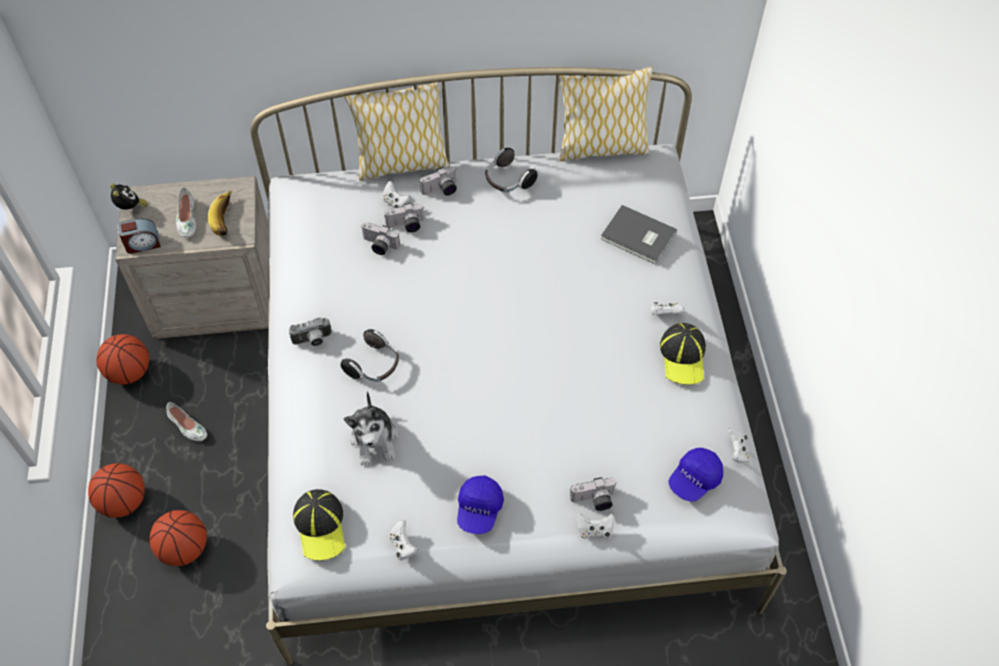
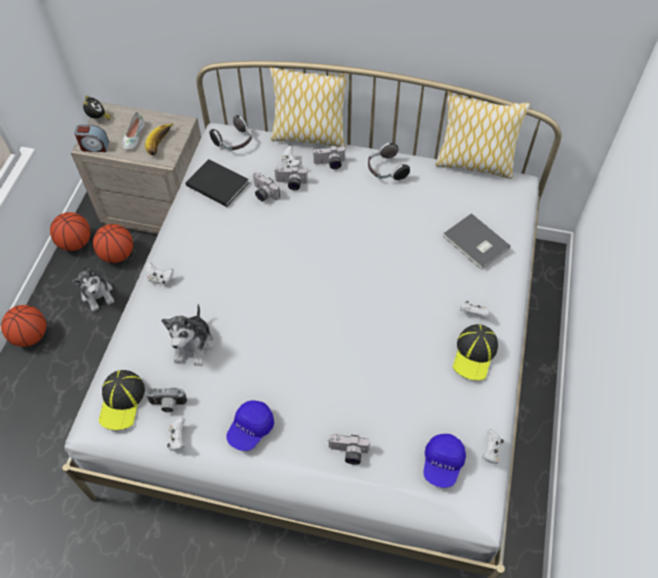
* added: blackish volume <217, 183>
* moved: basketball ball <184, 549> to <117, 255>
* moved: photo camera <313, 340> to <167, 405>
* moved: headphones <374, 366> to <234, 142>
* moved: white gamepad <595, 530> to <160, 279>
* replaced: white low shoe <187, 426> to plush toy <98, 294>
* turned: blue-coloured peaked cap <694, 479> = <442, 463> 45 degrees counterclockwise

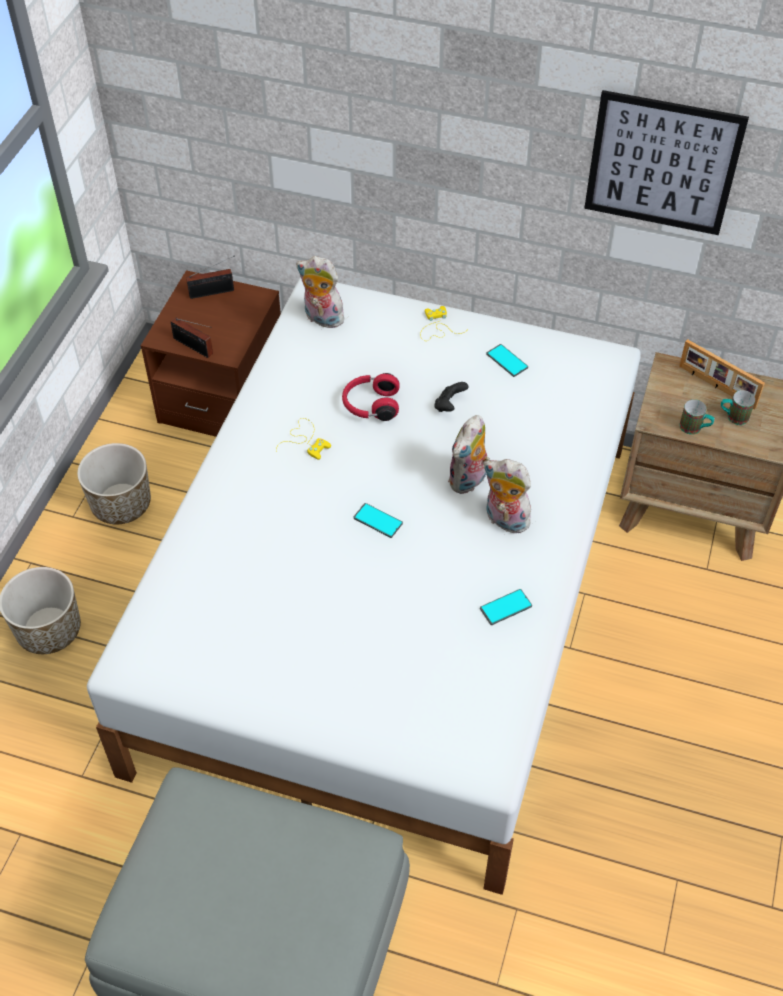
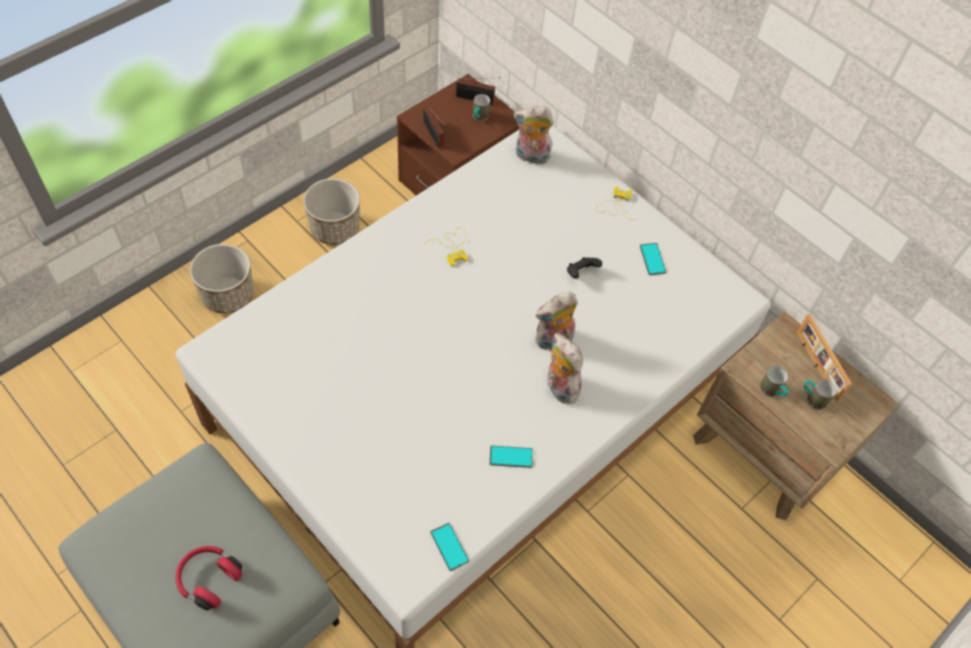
* removed: picture <662, 163>
* added: mug <479, 118>
* moved: red headphones <370, 405> to <208, 579>
* moved: telephone <378, 521> to <449, 547>
* turned: plush toy <321, 319> = <531, 157> 45 degrees counterclockwise

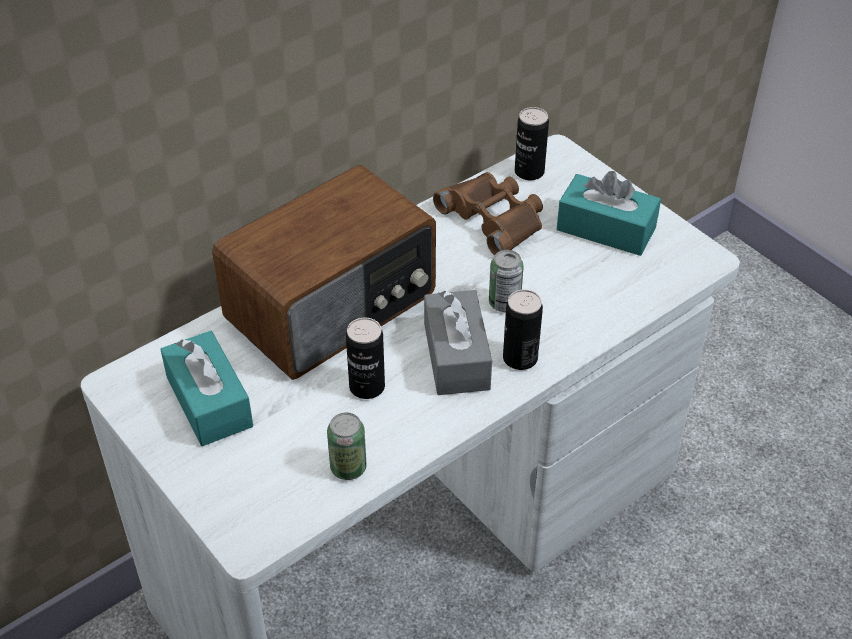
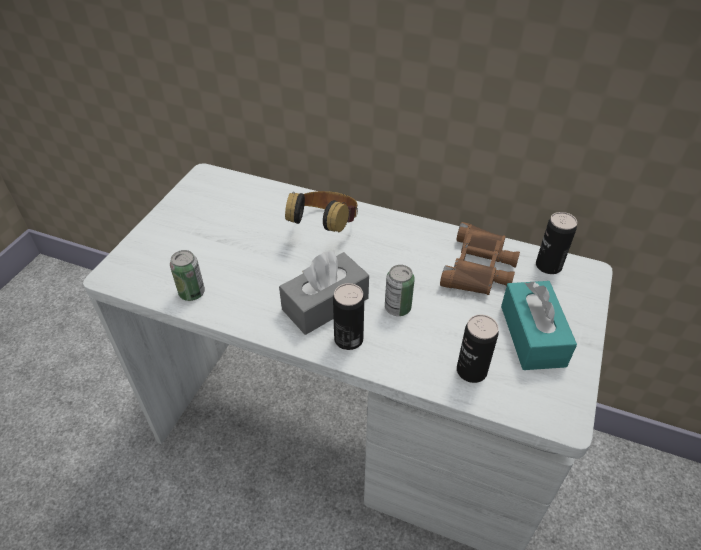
* removed: turquoise-coloured tissue holder <209, 402>
* moved: metal can <367, 387> to <471, 371>
* replaced: radio set <334, 308> to headphones <325, 228>

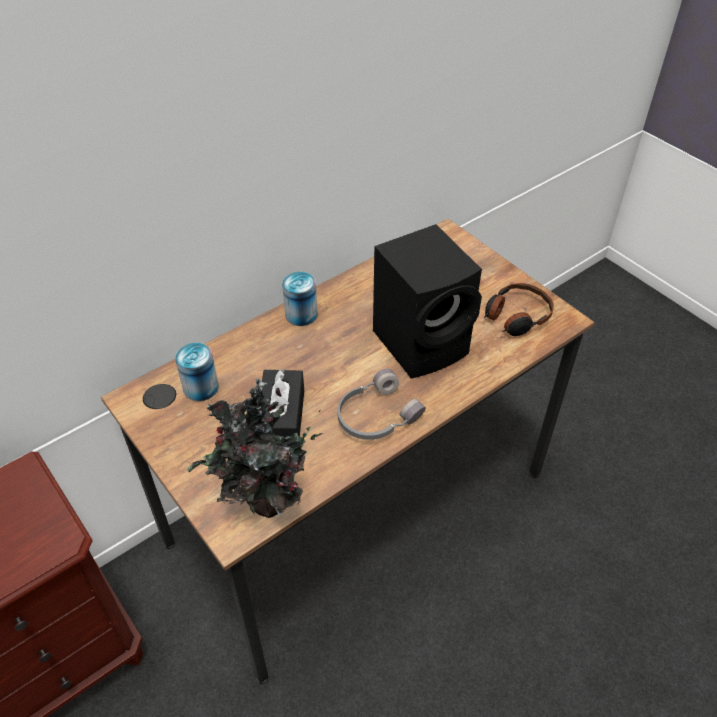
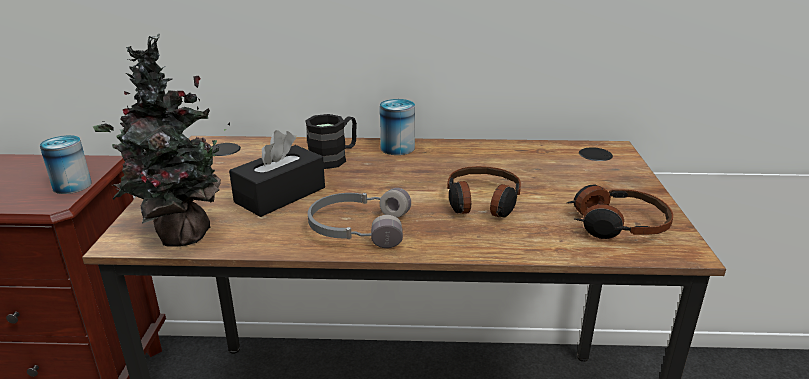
* added: blackish mug <334, 158>
* moved: metal can <200, 387> to <72, 185>
* replaced: blackish audio speaker <423, 342> to headphones <482, 203>

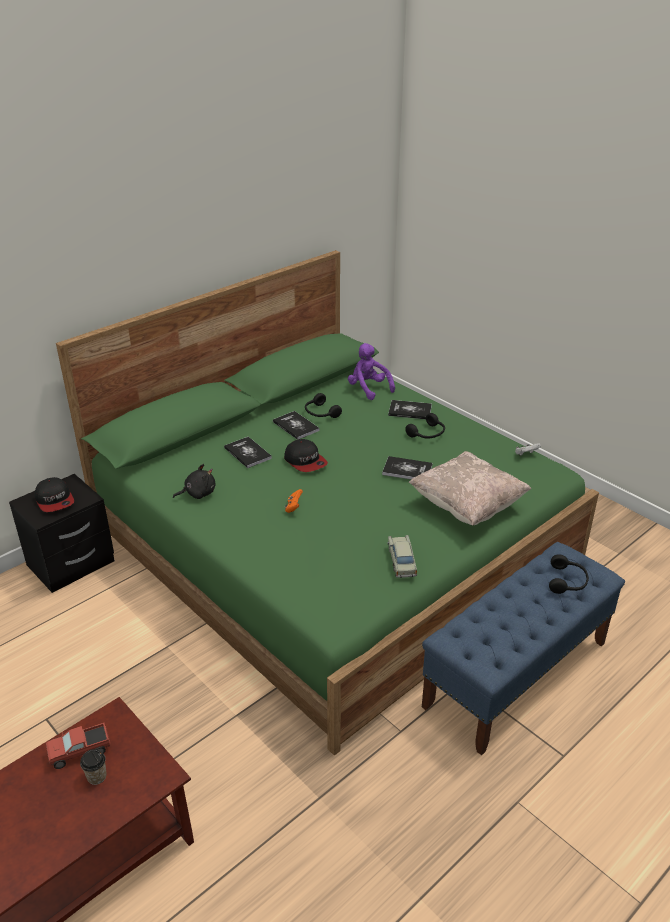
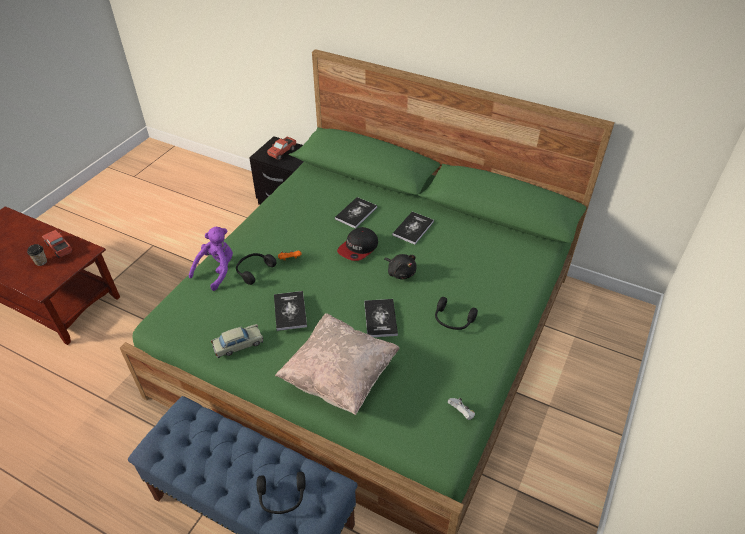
* moved: blackish plush toy <198, 493> to <400, 272>
* moved: blackish headphones <320, 413> to <254, 270>
* moved: purple plush toy <368, 389> to <217, 271>
* moved: volume <410, 411> to <290, 311>
* replaced: peaked cap <55, 500> to toy truck <282, 152>

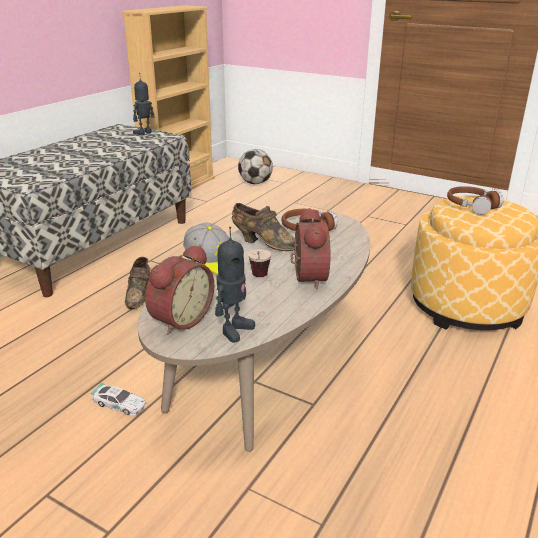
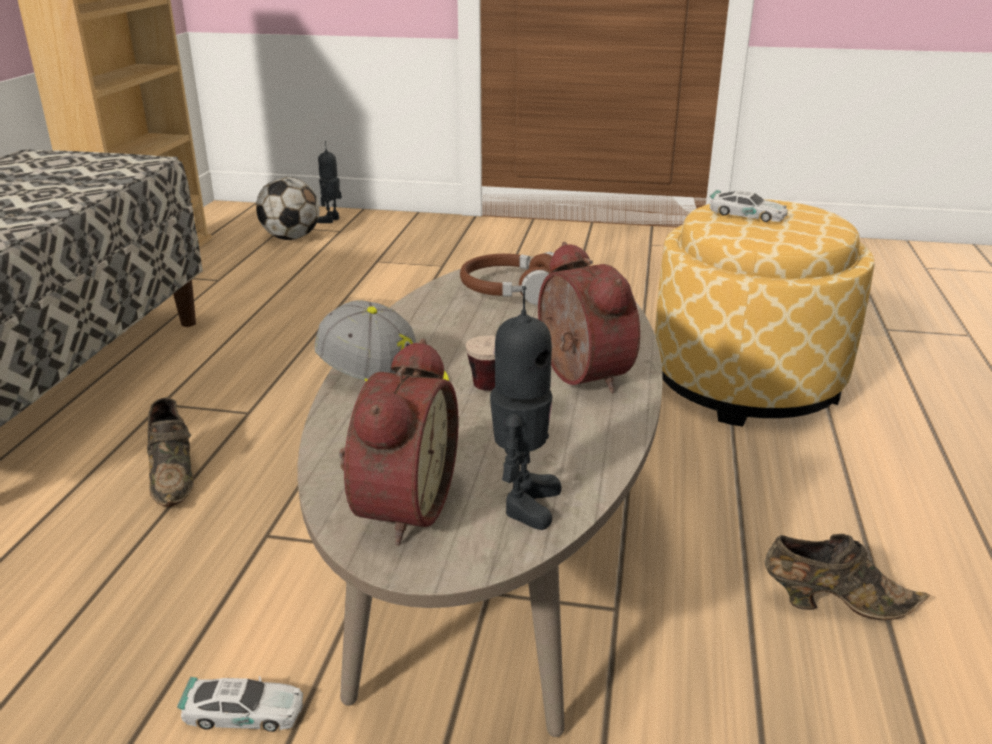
* moved: model robot <144, 133> to <331, 220>
* moved: brown low shoe <264, 243> to <833, 603>
* replaced: brown headphones <471, 206> to toy car <747, 215>

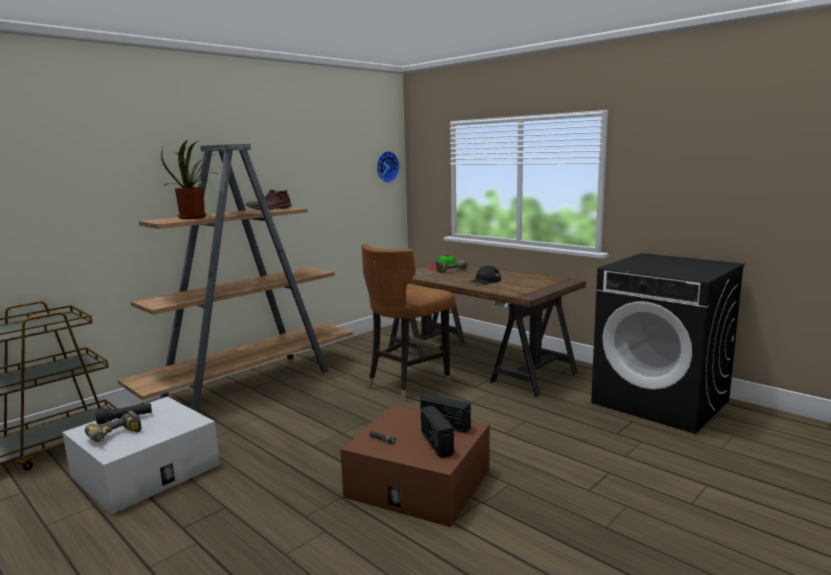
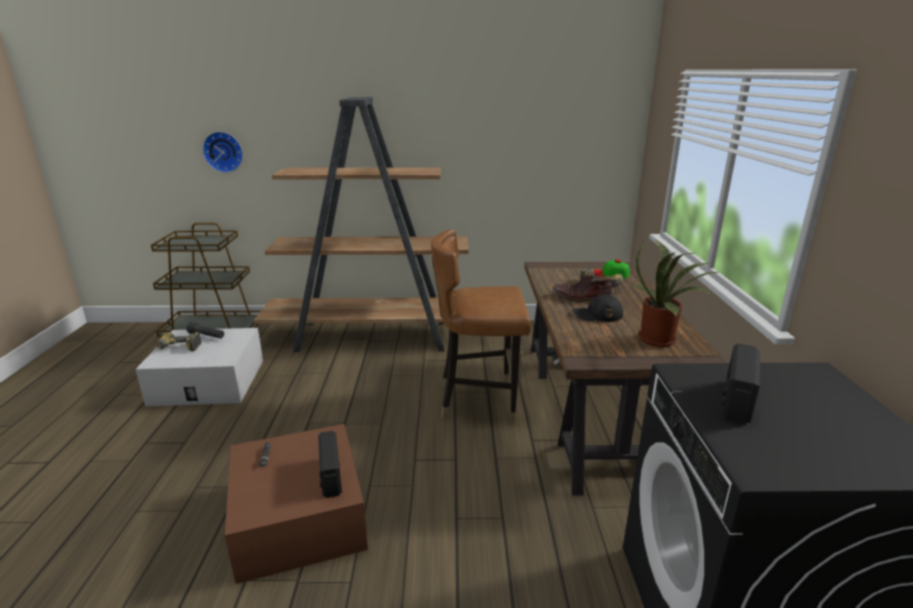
* moved: houseplant <195, 217> to <661, 340>
* moved: brown high-top boot <269, 209> to <581, 298>
* moved: hanging clock <386, 167> to <224, 151>
* moved: radio set <436, 444> to <736, 400>

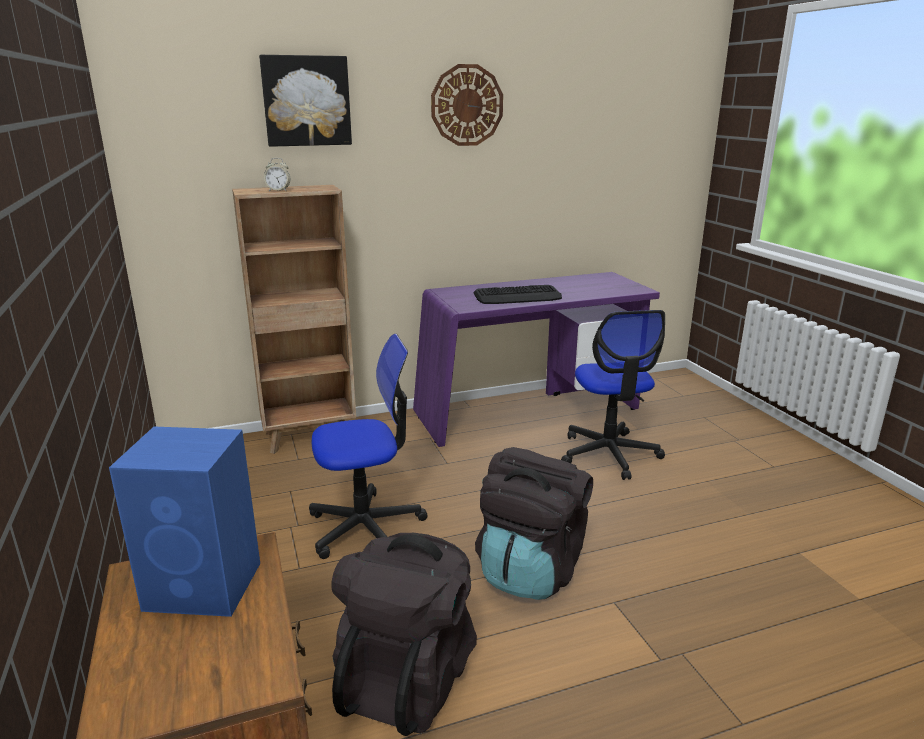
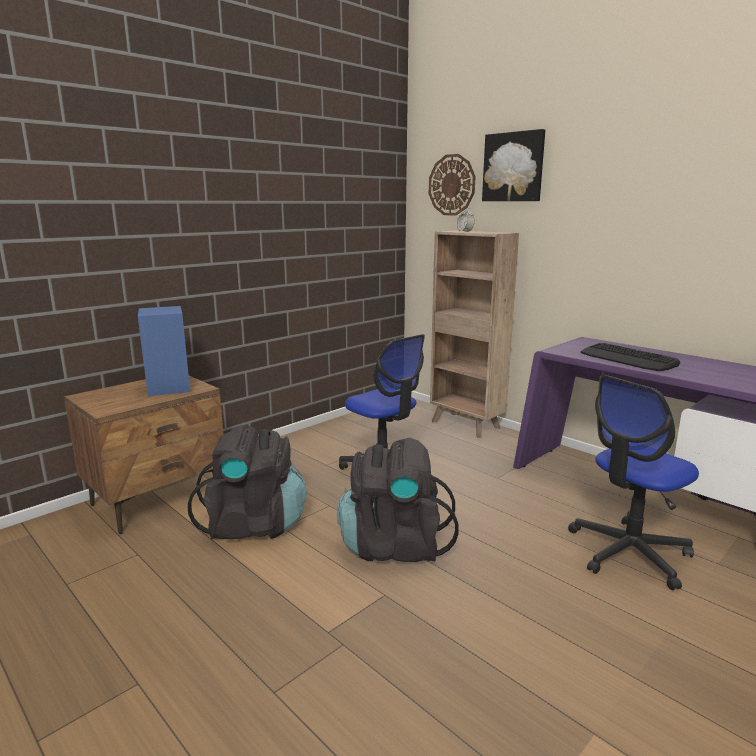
* moved: hanging clock <467, 105> to <452, 185>

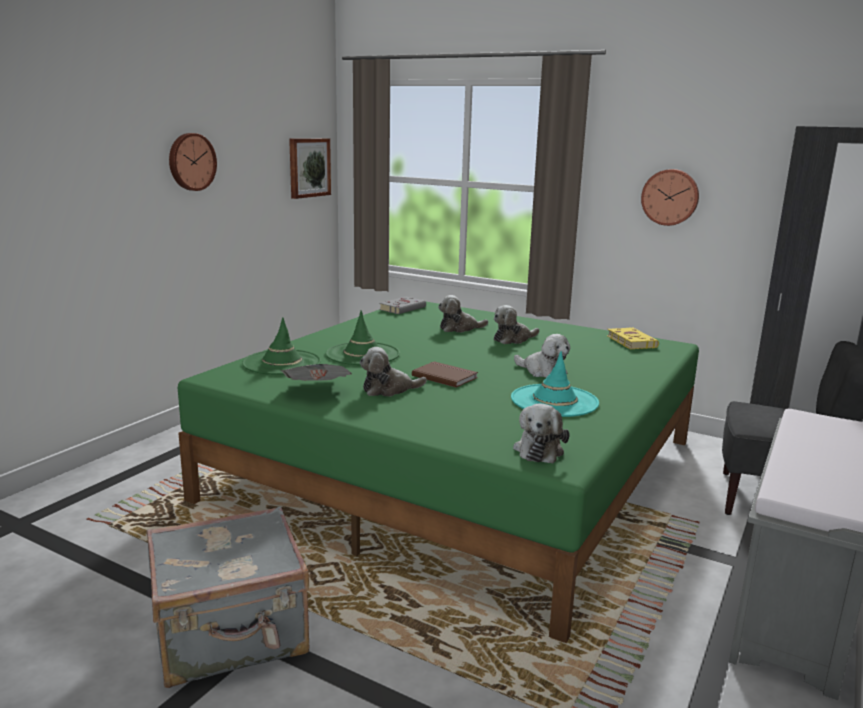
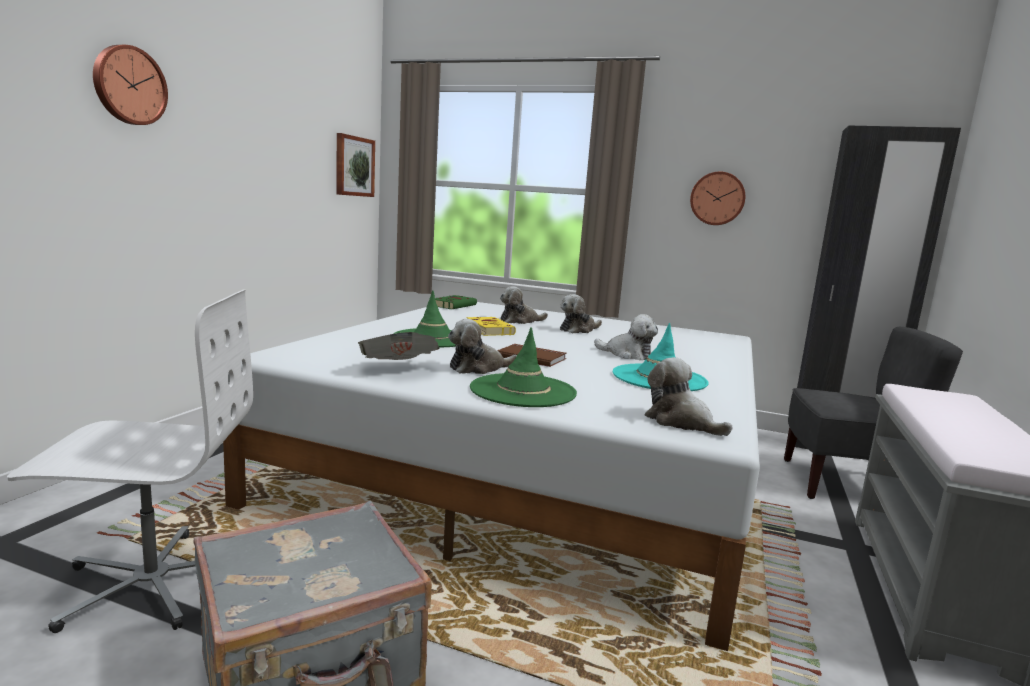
* added: white office chair <151, 582>
* moved: hanging clock <191, 162> to <128, 85>
* moved: green clothing hat <281, 363> to <522, 391>
* moved: yellow volume <630, 341> to <488, 330>
* recoloured: green sleeping bed <461, 470> to white sleeping bed <533, 463>
* recoloured: greyish volume <403, 308> to green volume <454, 305>
* turned: plush toy <539, 449> = <681, 422> 135 degrees clockwise

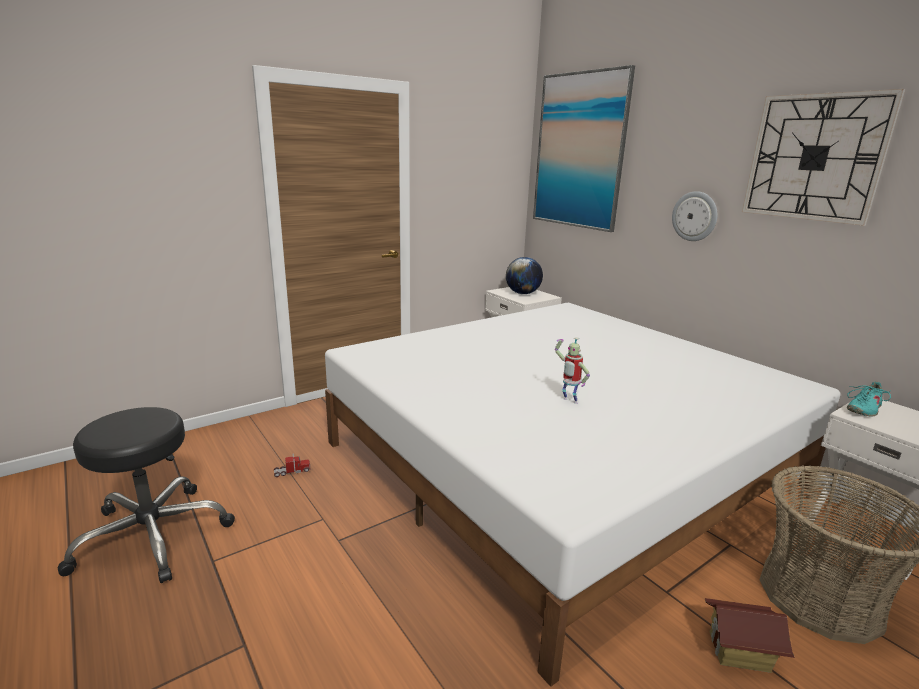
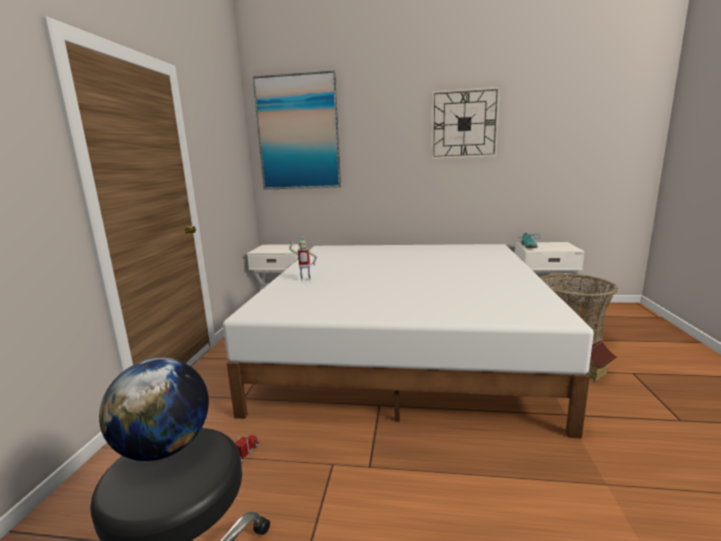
* removed: hanging clock <695, 216>
* moved: desk globe <523, 293> to <165, 448>
* moved: model robot <568, 401> to <305, 280>

